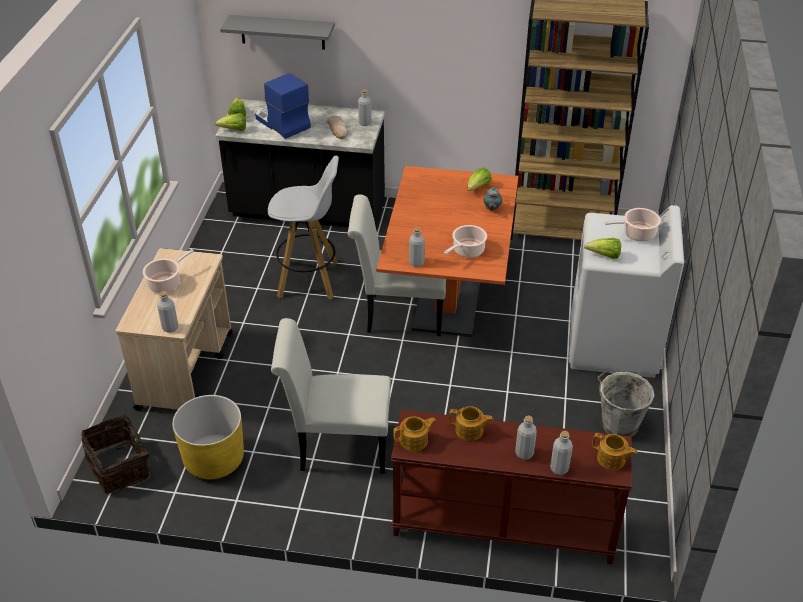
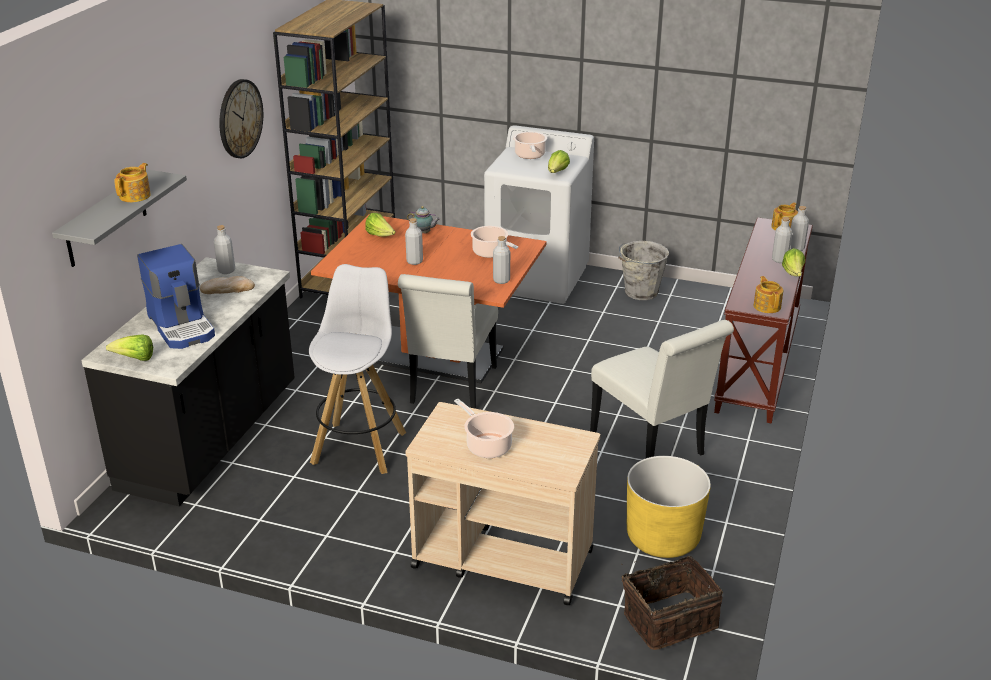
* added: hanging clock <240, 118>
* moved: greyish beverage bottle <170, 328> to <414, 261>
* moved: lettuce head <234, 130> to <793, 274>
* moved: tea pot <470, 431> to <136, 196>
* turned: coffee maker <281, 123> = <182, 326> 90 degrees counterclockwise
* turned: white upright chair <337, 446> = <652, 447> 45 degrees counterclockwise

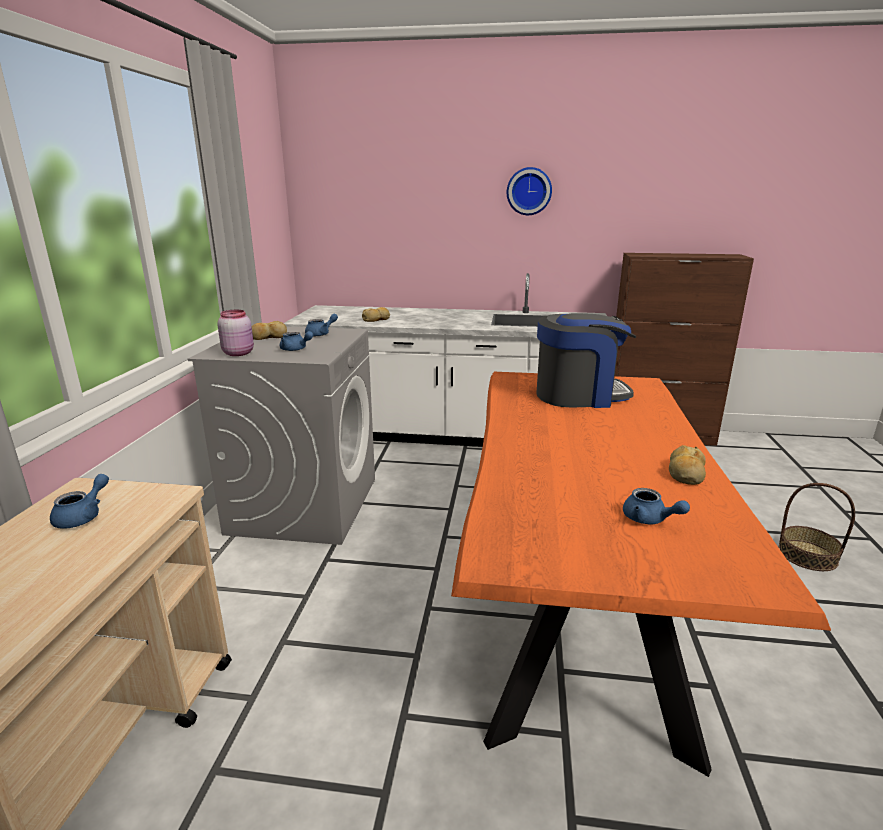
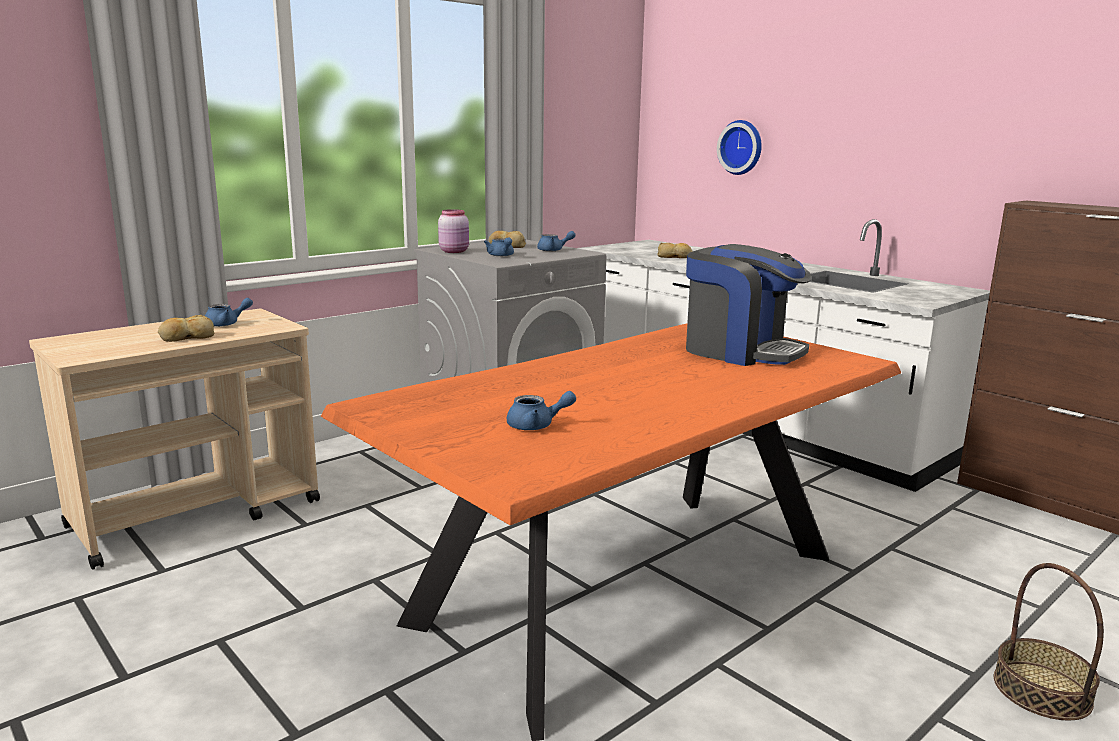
* moved: hanging clock <529, 191> to <742, 147>
* moved: bread <685, 473> to <187, 337>
* turned: blue-coloured tea pot <649, 519> = <537, 426> 90 degrees counterclockwise

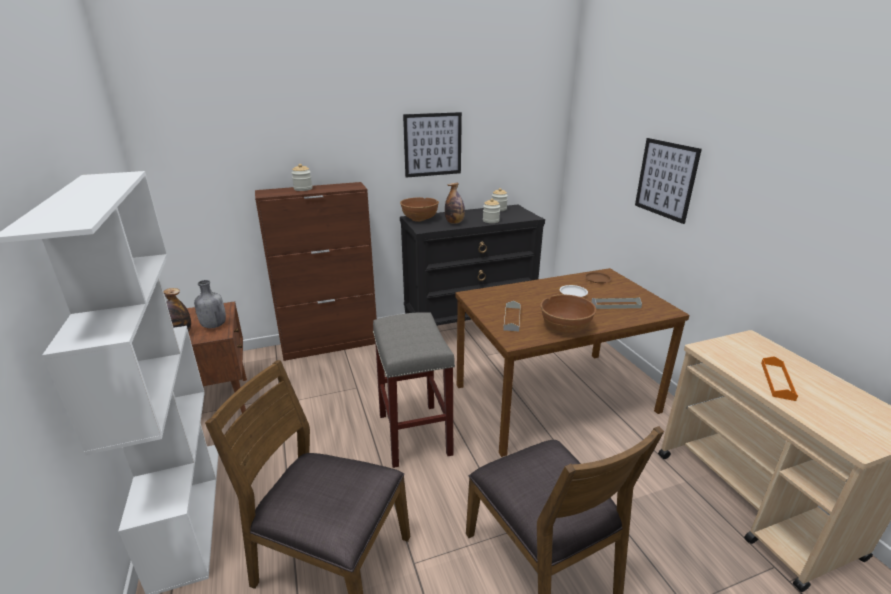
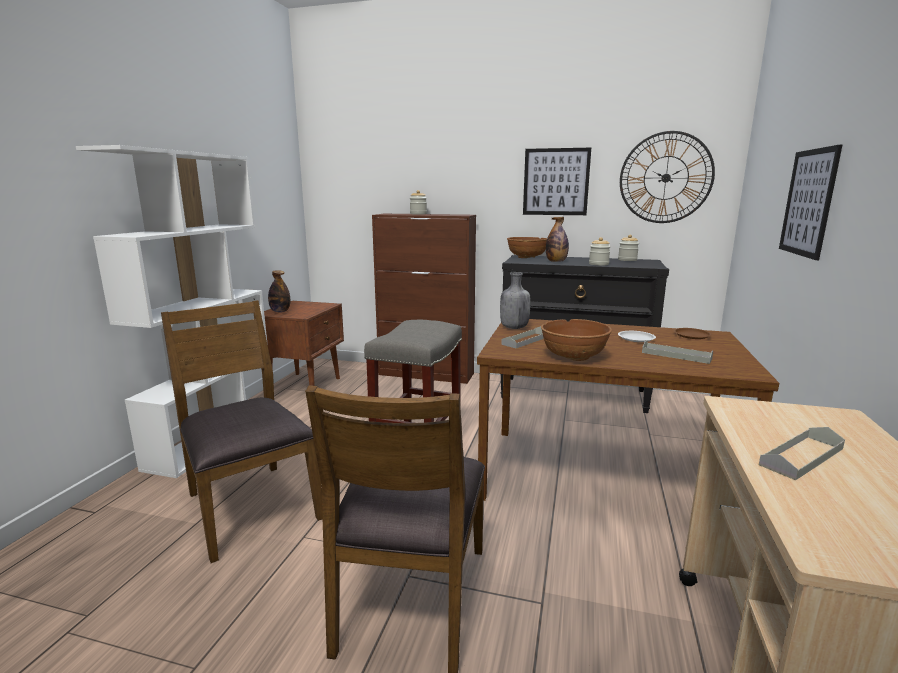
* added: hanging clock <665, 178>
* moved: greyish beverage bottle <213, 325> to <513, 327>
* recoloured: orangey tray <777, 381> to greyish tray <801, 456>

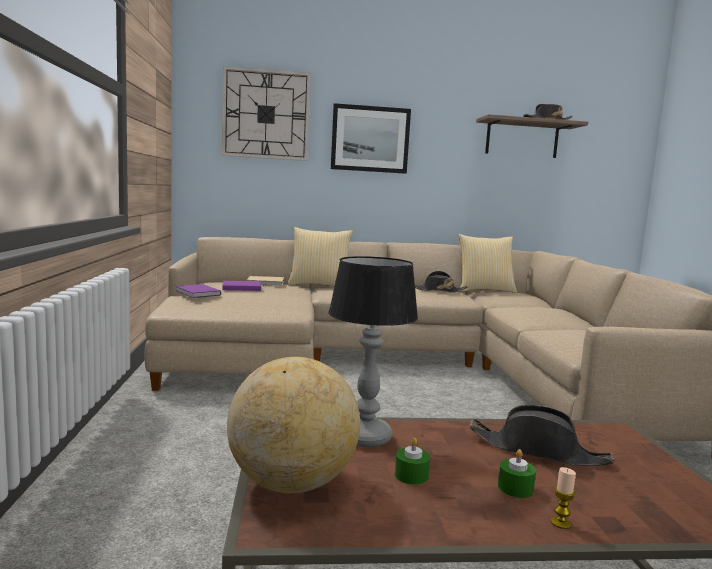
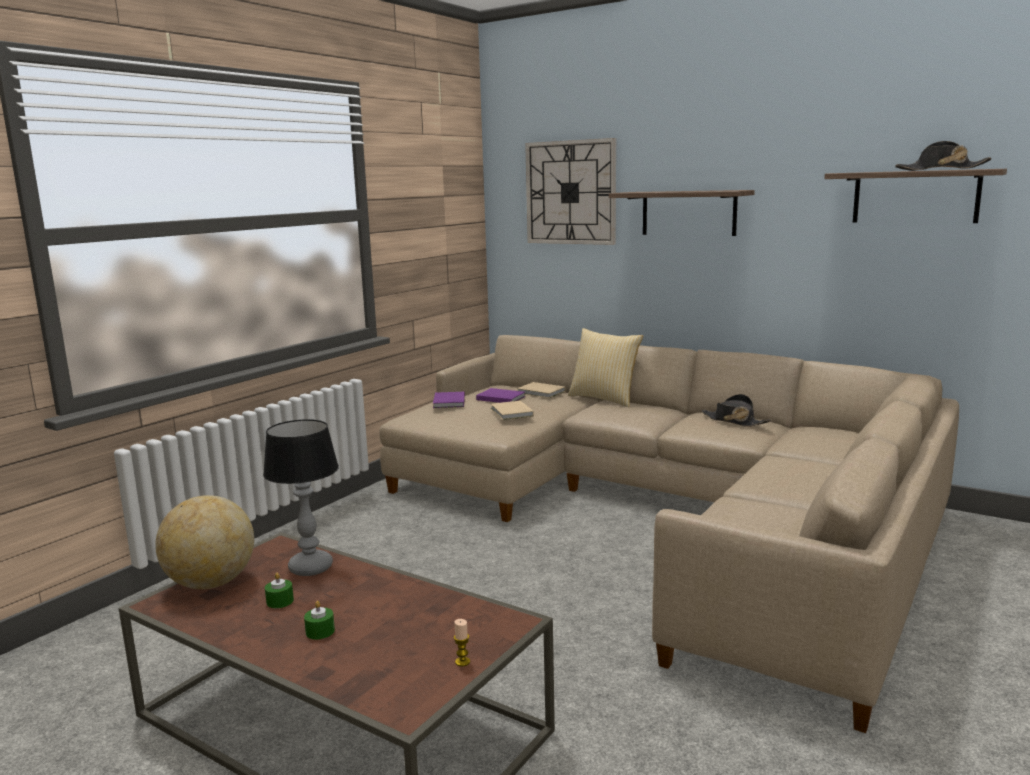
* removed: throw pillow <484, 290>
* removed: blackish clothing hat <538, 451>
* added: sand-coloured volume <511, 413>
* moved: wax light <560, 523> to <462, 662>
* replaced: picture <370, 139> to wall shelf <688, 213>

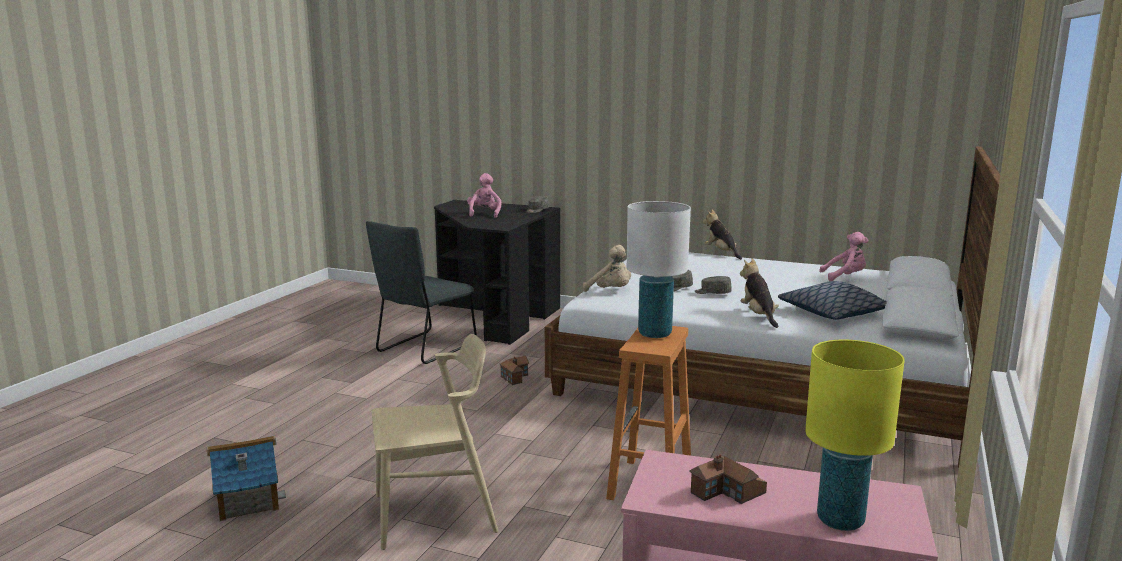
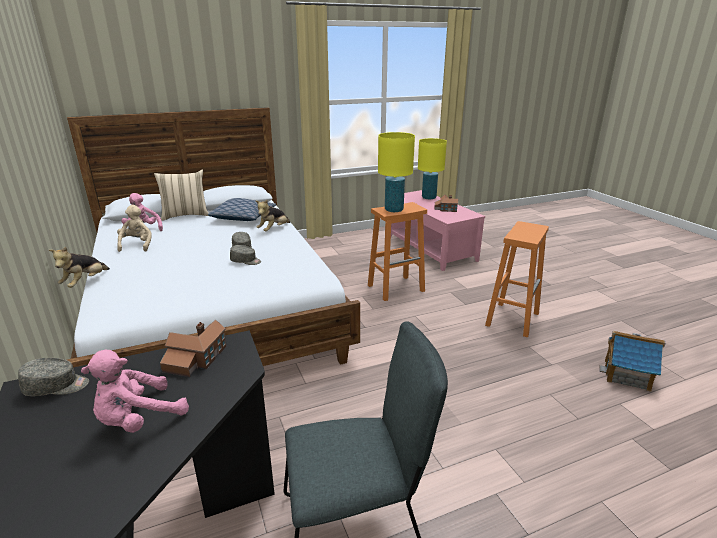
* added: sand-coloured throw pillow <185, 215>
* moved: miniature house <514, 377> to <196, 359>
* moved: sand-coloured plush toy <611, 291> to <137, 245>
* replaced: sand-coloured upright chair <435, 514> to orangey stool <512, 318>
* recoloured: white lamp for a table <654, 334> to yellow lamp for a table <394, 210>

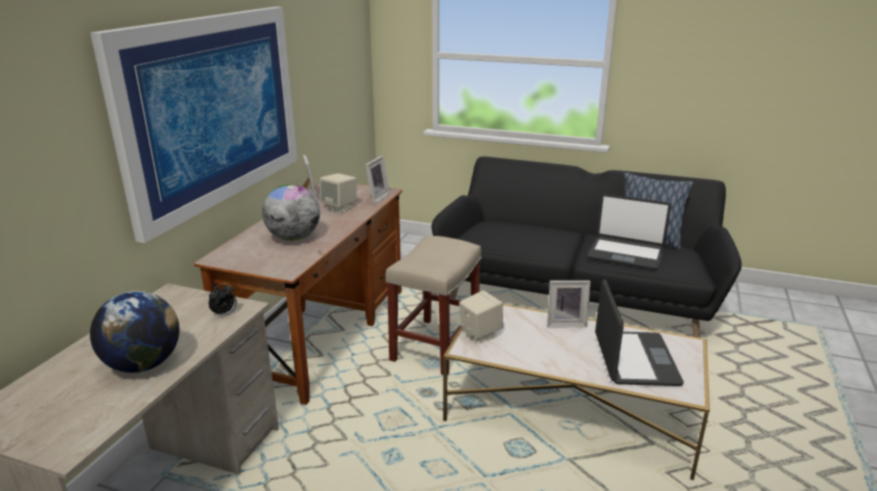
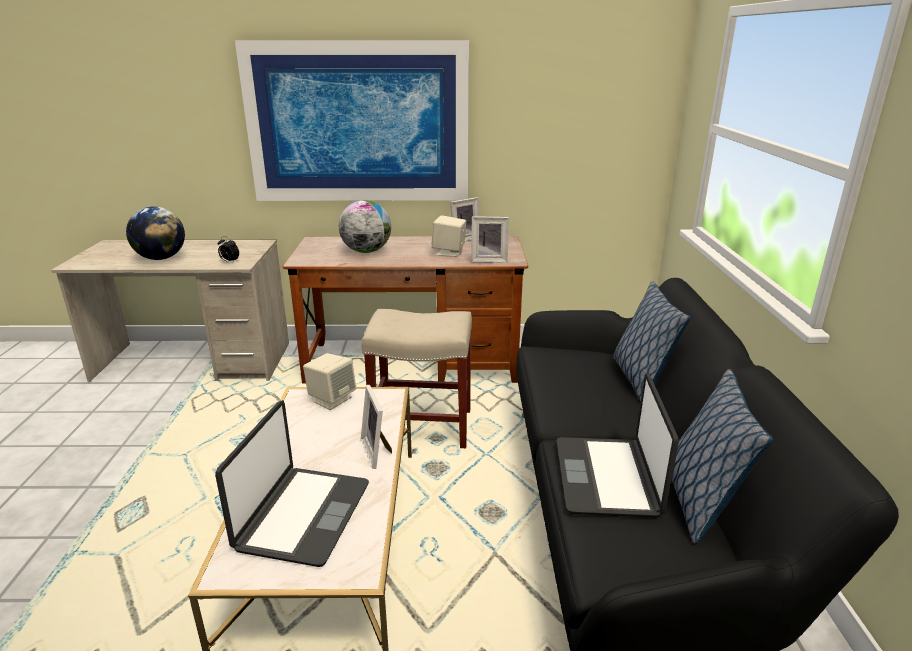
* added: throw pillow <640, 379>
* turned: notebook computer <634, 359> = <302, 515> 60 degrees counterclockwise

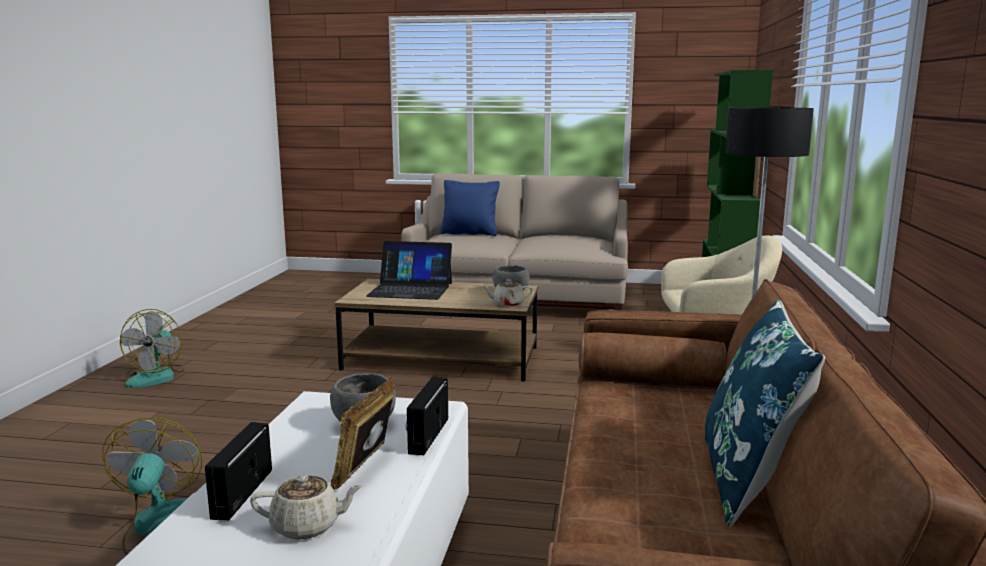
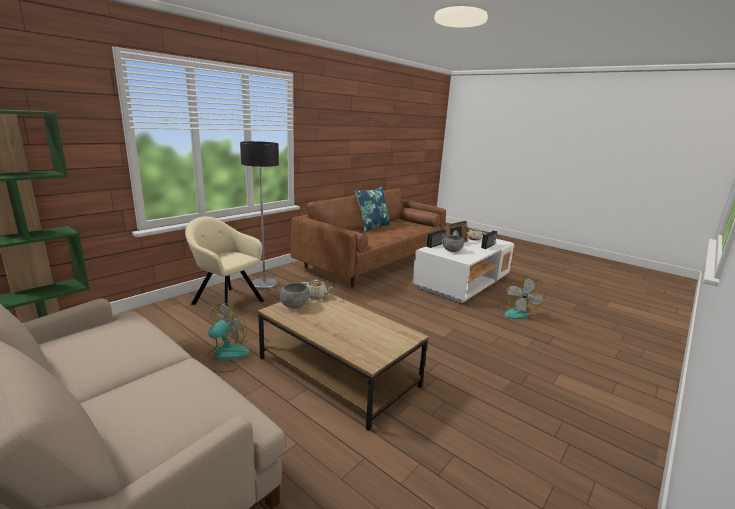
* removed: notebook computer <410, 289>
* removed: blue-coloured throw pillow <470, 233>
* moved: electric fan <156, 376> to <224, 357>

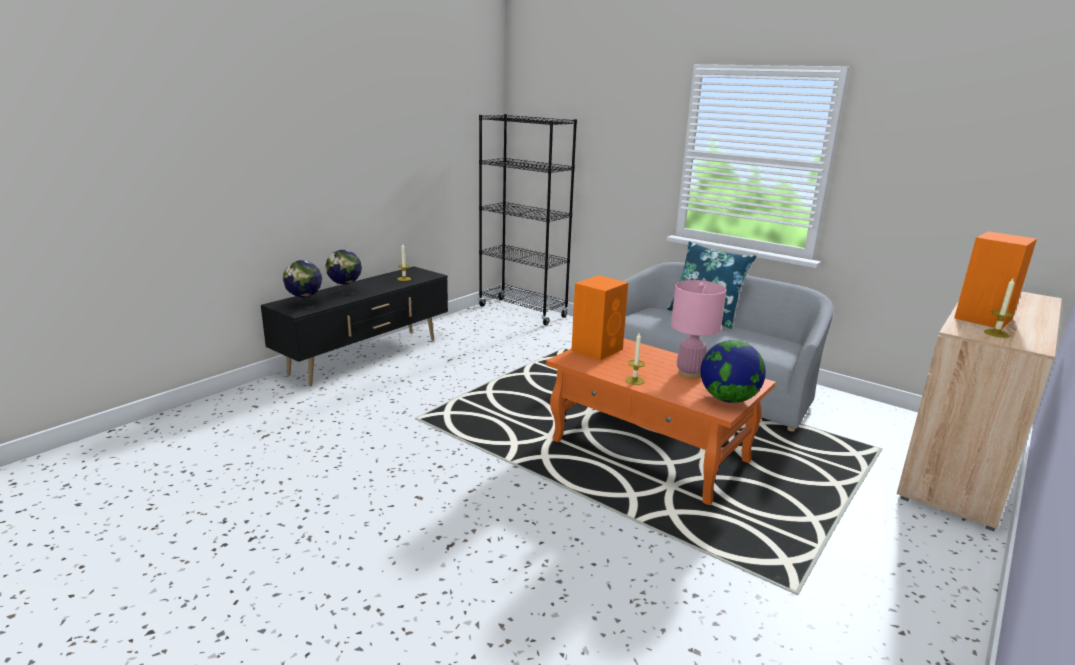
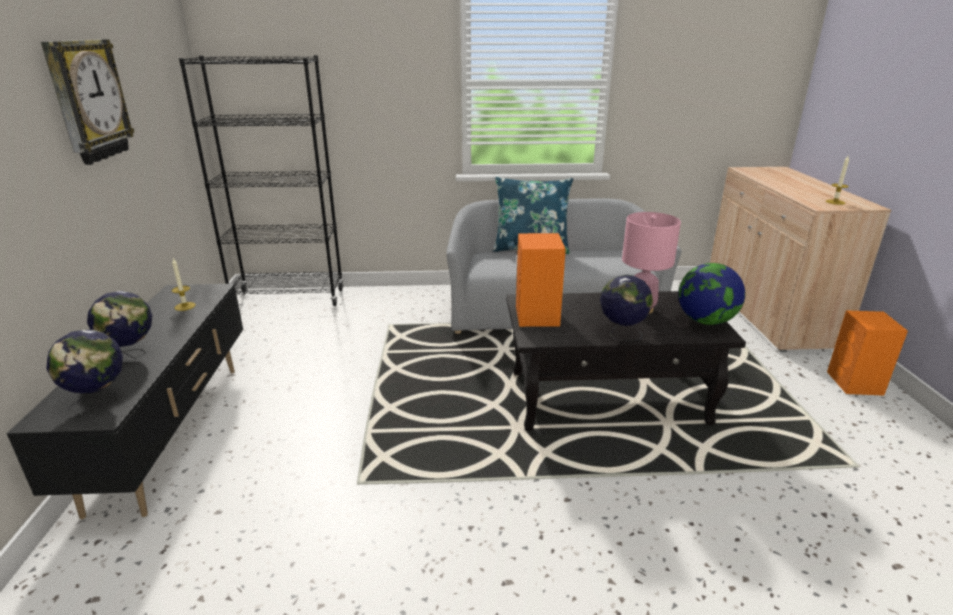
* added: hanging clock <88, 101>
* moved: orangey audio speaker <983, 318> to <855, 384>
* replaced: wax light <634, 380> to desk globe <621, 335>
* recoloured: orangey low table <651, 451> to blackish low table <608, 397>

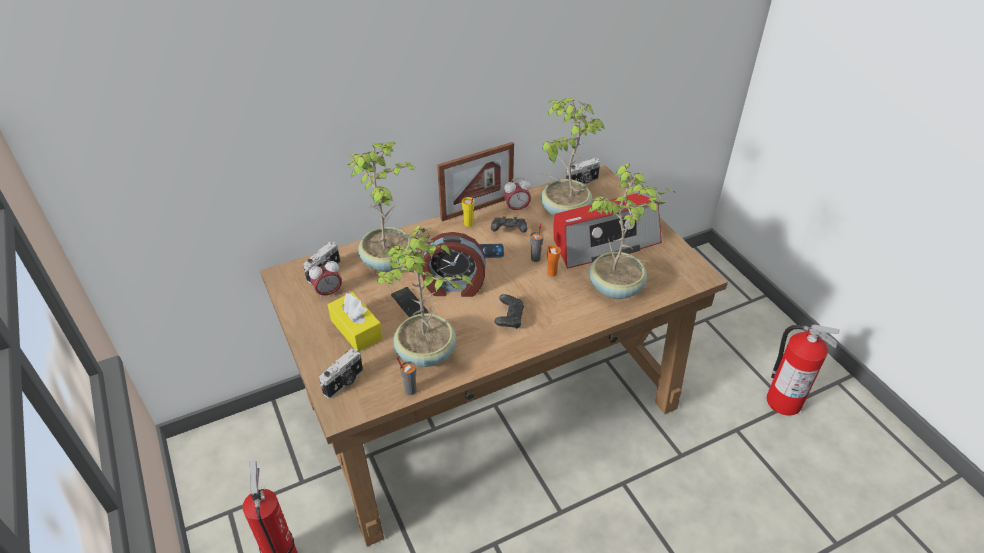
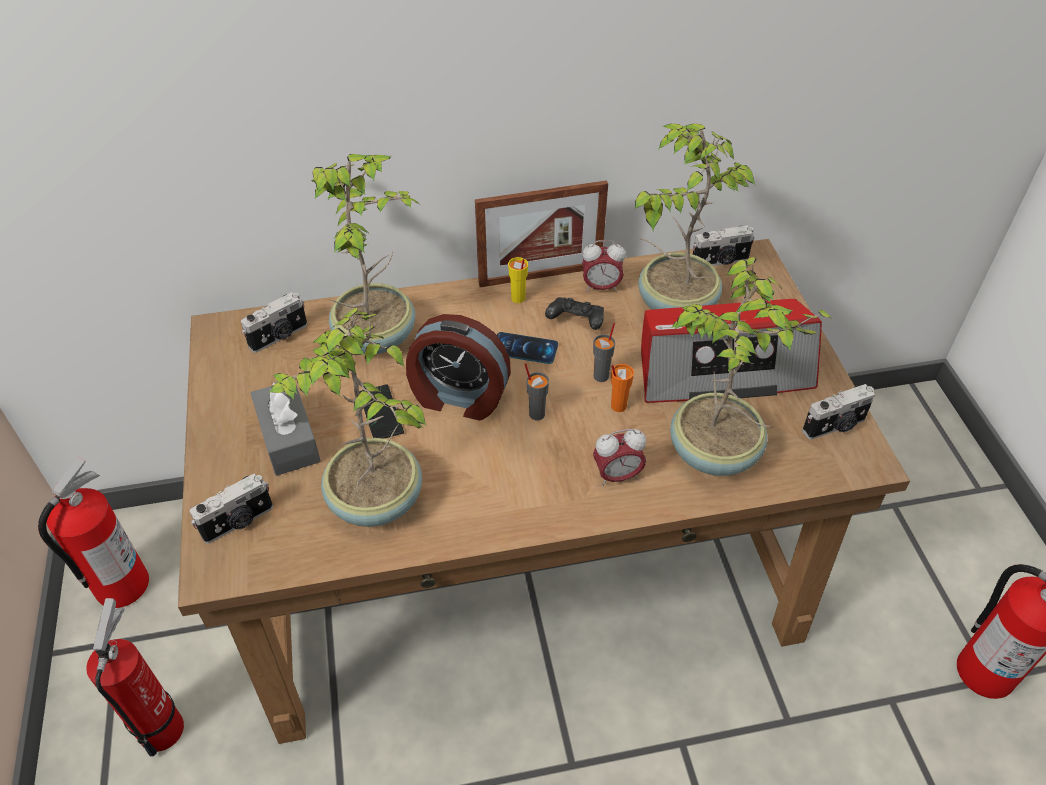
* removed: blackish gamepad <509, 318>
* added: fire extinguisher <120, 585>
* added: photo camera <835, 426>
* moved: bedside clock <328, 293> to <617, 476>
* moved: greyish cup <410, 390> to <536, 414>
* recoloured: yellow tissue holder <356, 329> to greyish tissue holder <288, 438>

